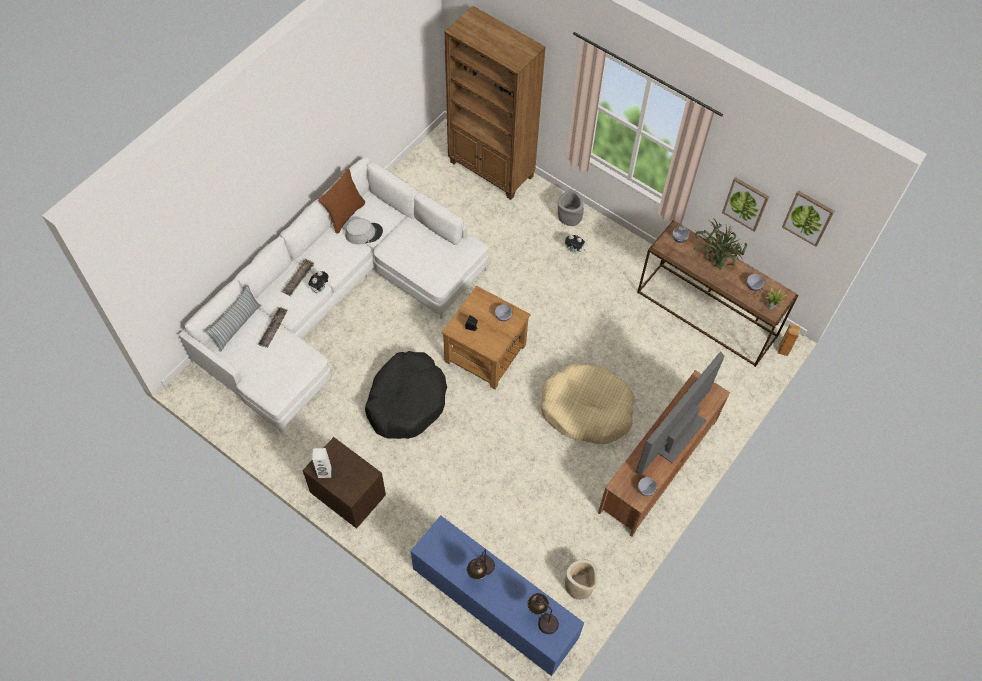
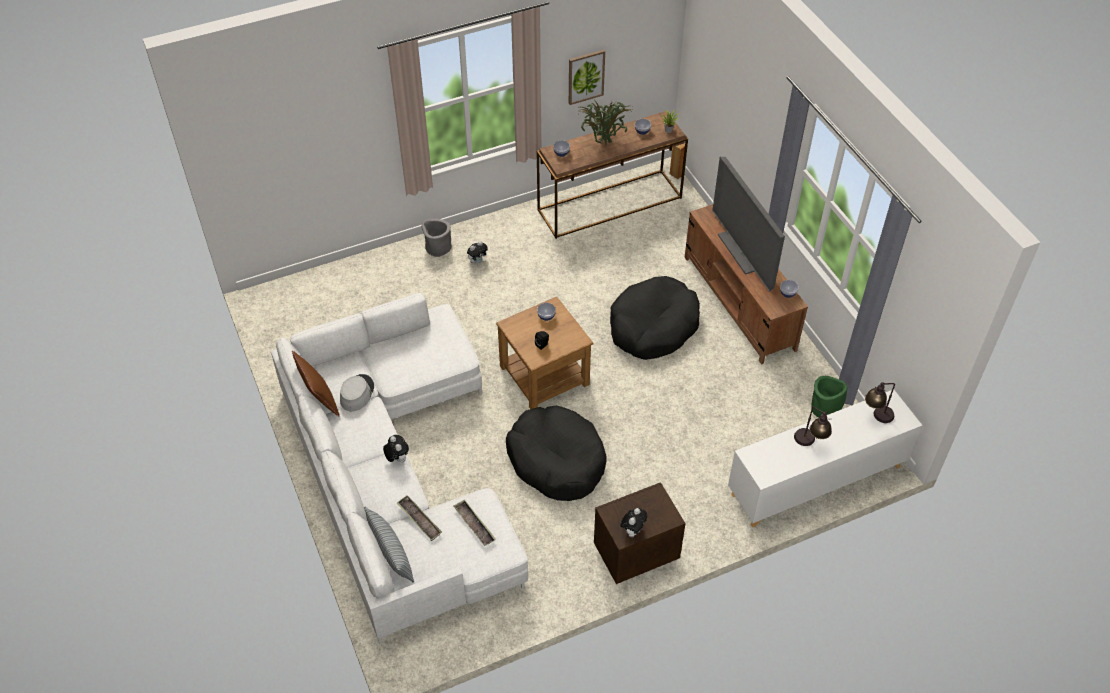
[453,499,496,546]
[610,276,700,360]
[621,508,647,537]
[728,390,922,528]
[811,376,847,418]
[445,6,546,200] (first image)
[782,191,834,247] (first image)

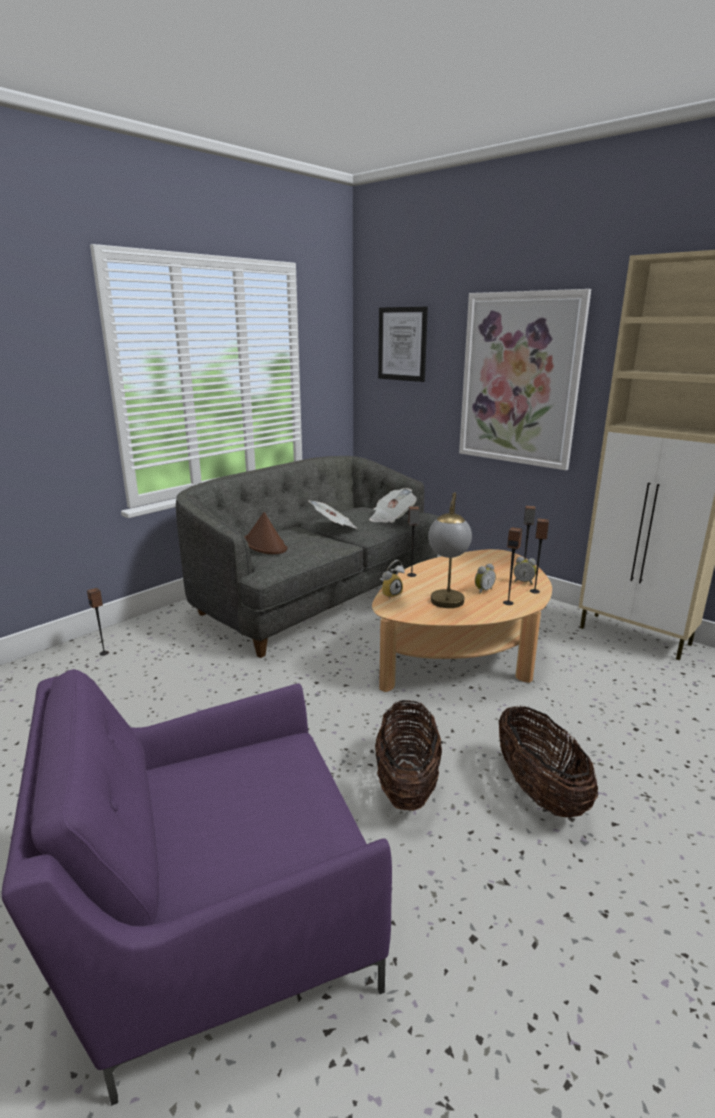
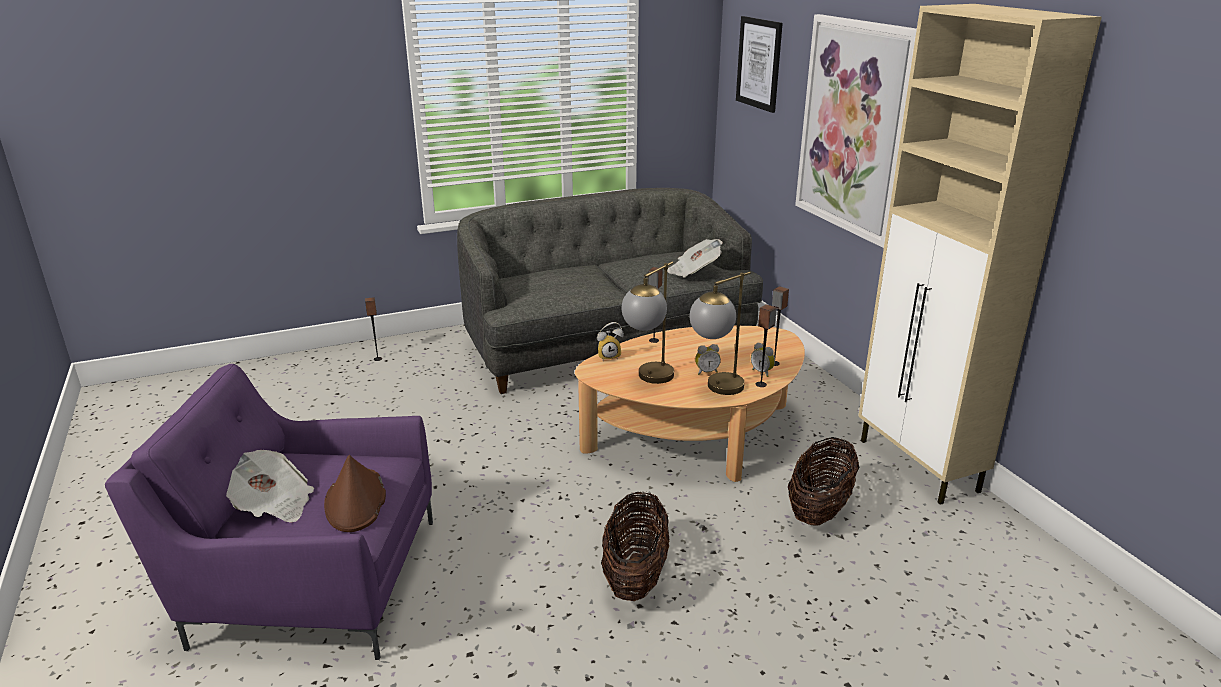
[226,450,314,523]
[324,455,386,532]
[690,272,751,395]
[788,437,859,526]

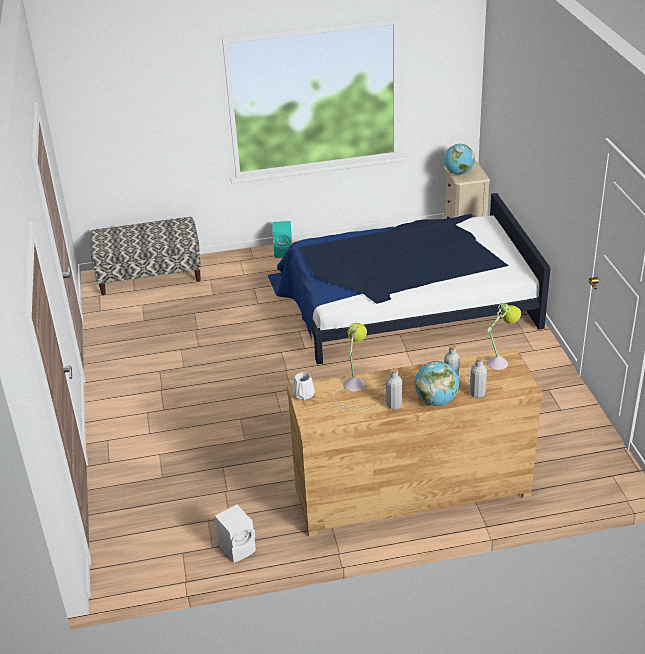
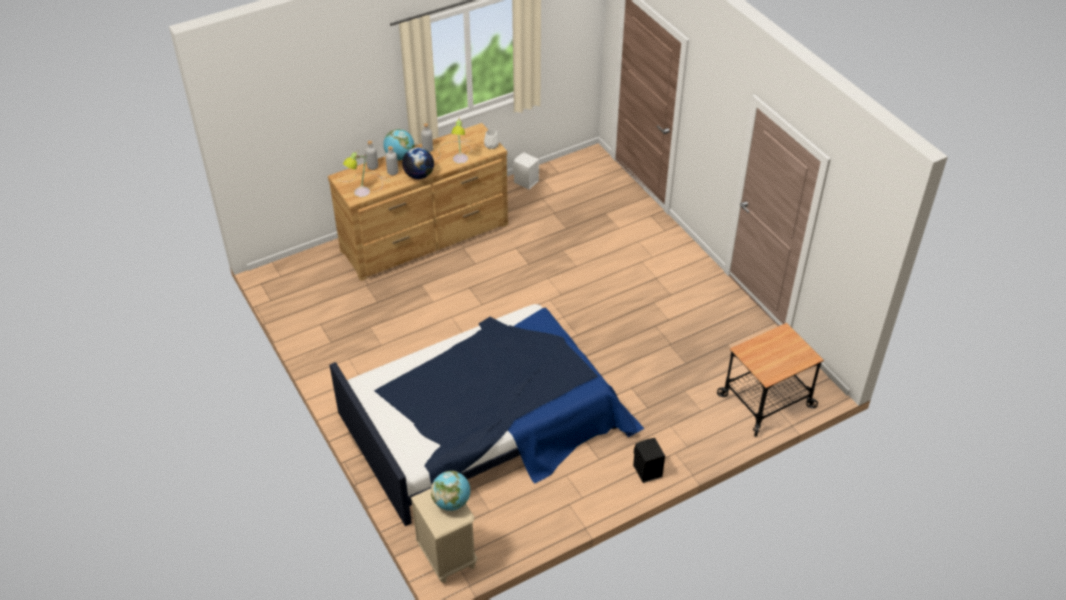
[402,147,434,179]
[633,438,665,483]
[717,323,824,437]

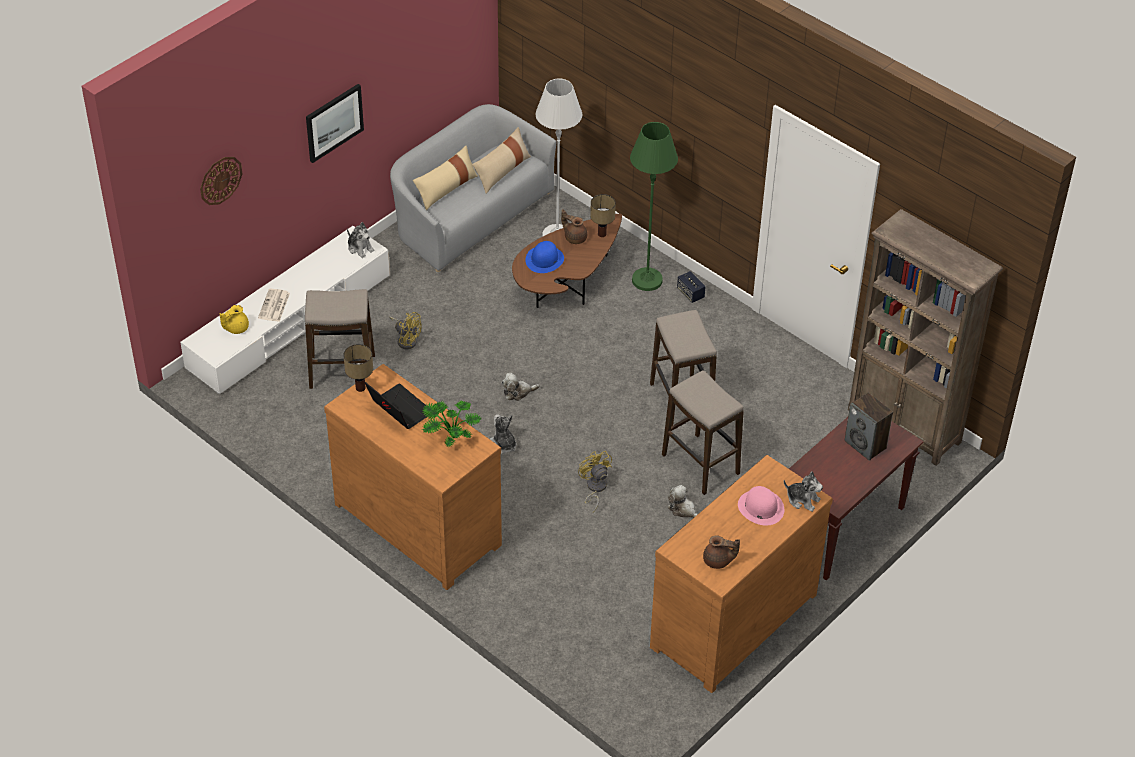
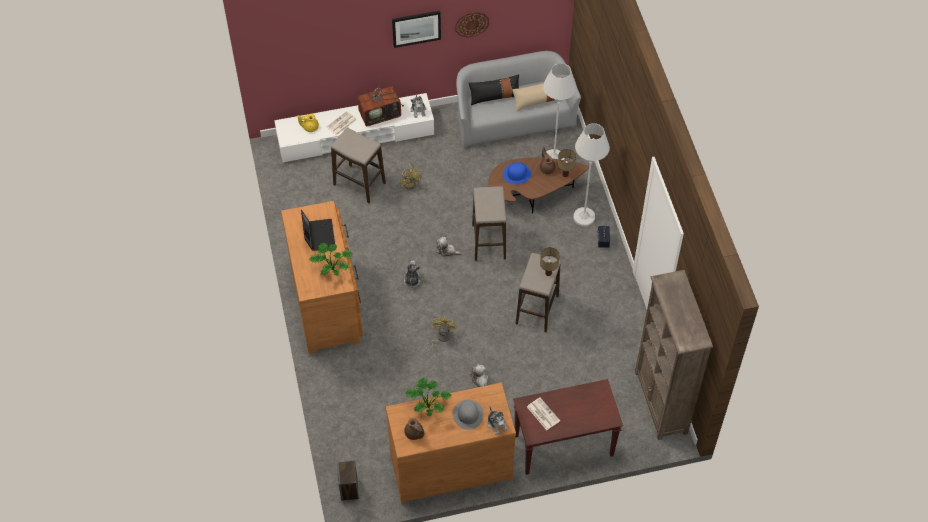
[337,461,359,501]
[358,77,404,126]
[405,377,452,416]
[453,400,484,430]
[455,12,489,38]
[469,74,519,105]
[472,186,506,261]
[527,397,560,430]
[540,247,560,276]
[573,123,610,226]

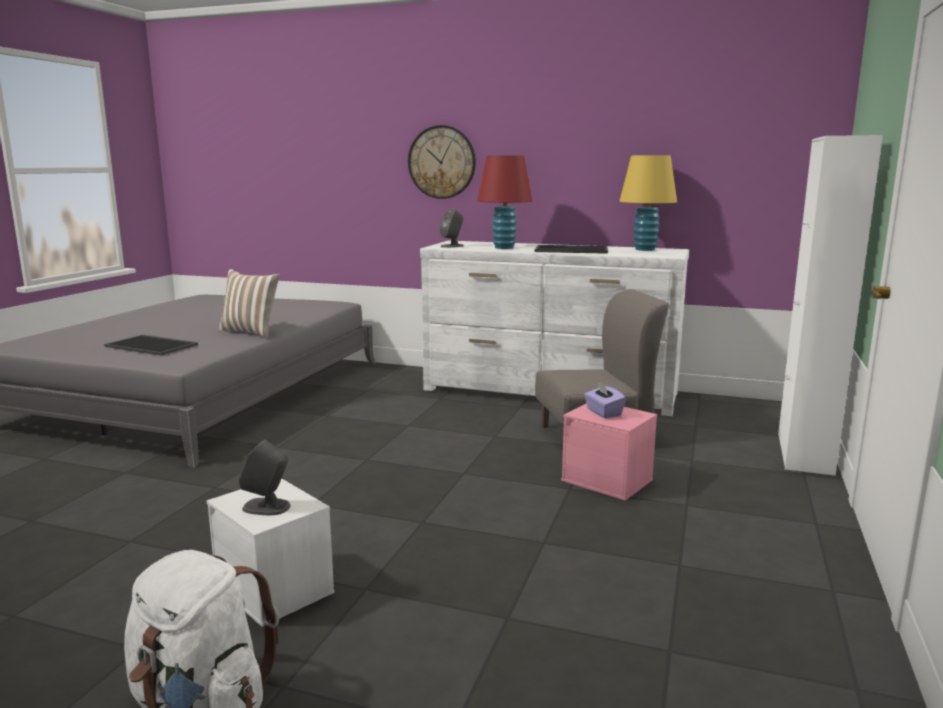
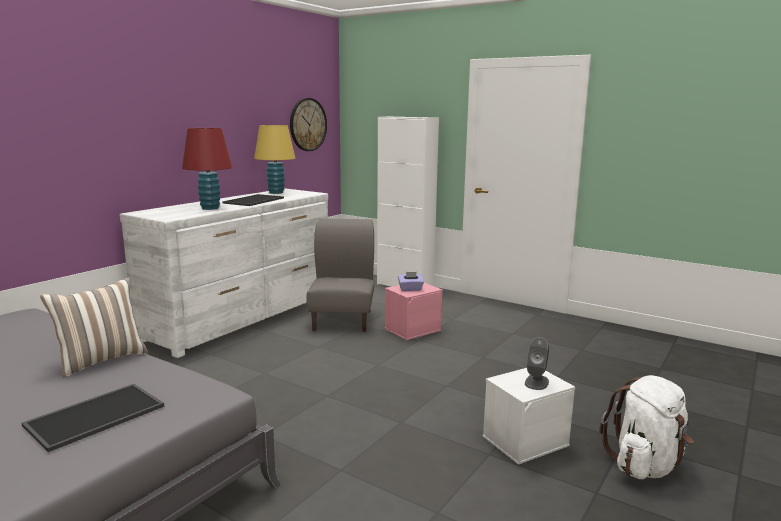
[290,98,327,151]
[439,208,464,248] (first image)

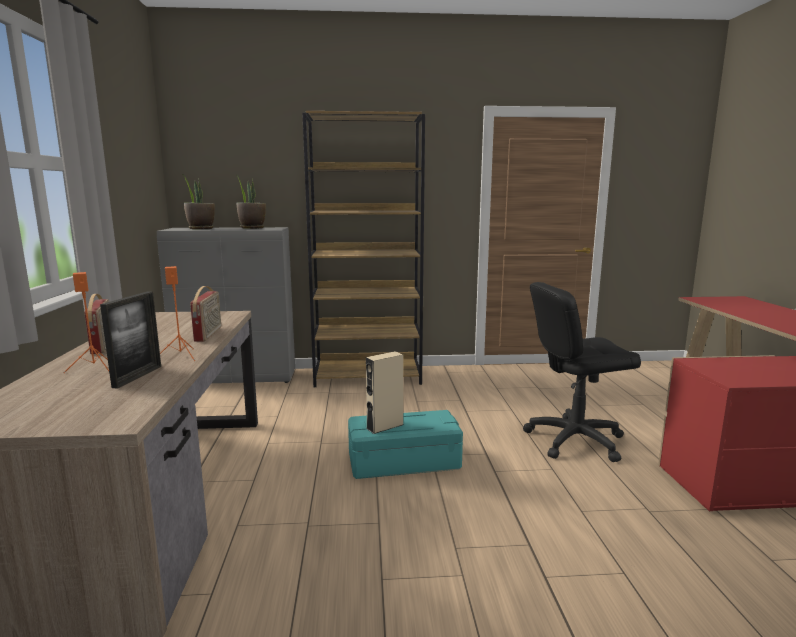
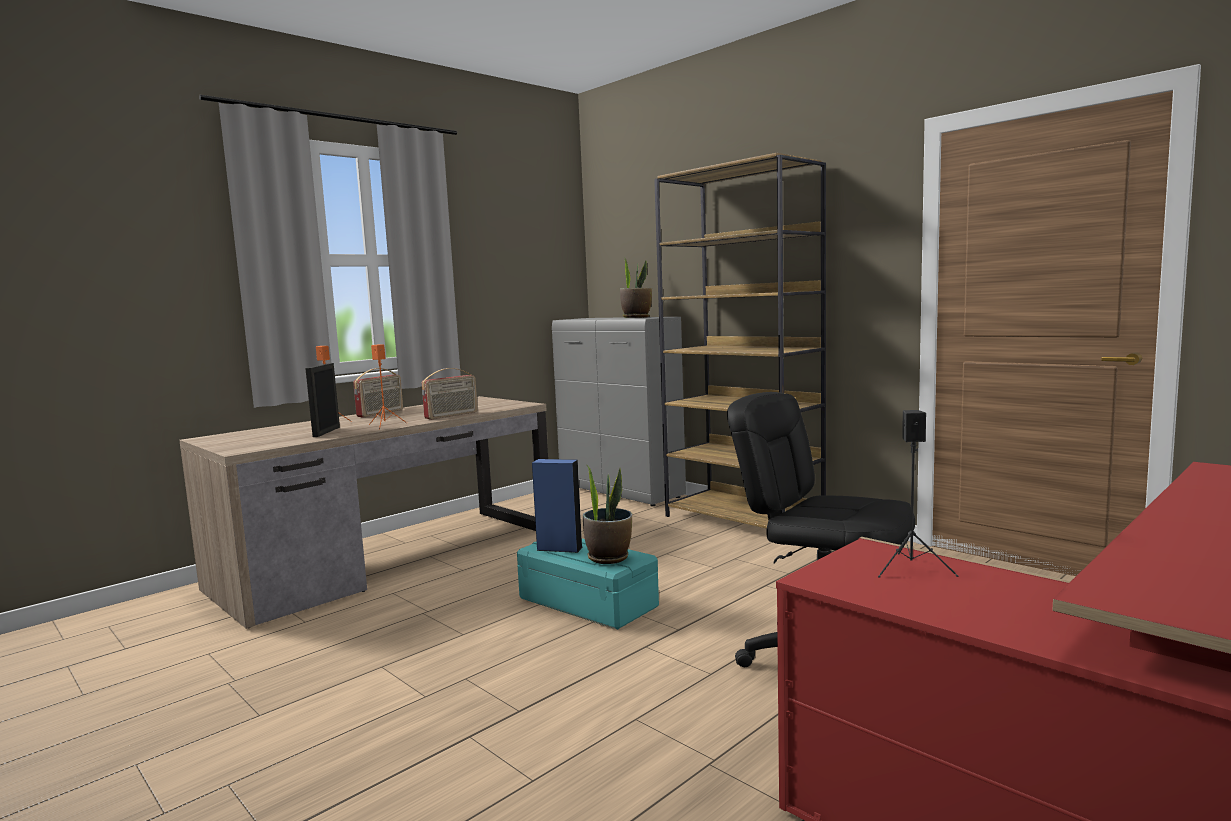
[305,363,340,437]
[532,459,583,553]
[583,464,632,564]
[878,410,958,578]

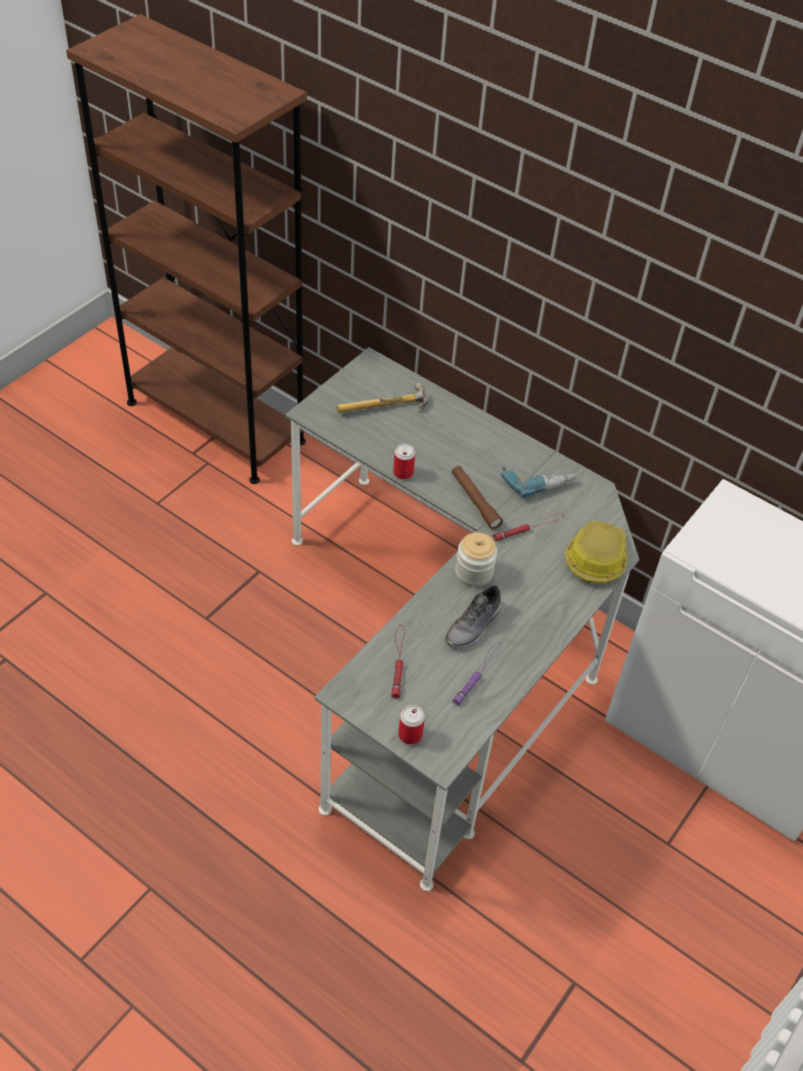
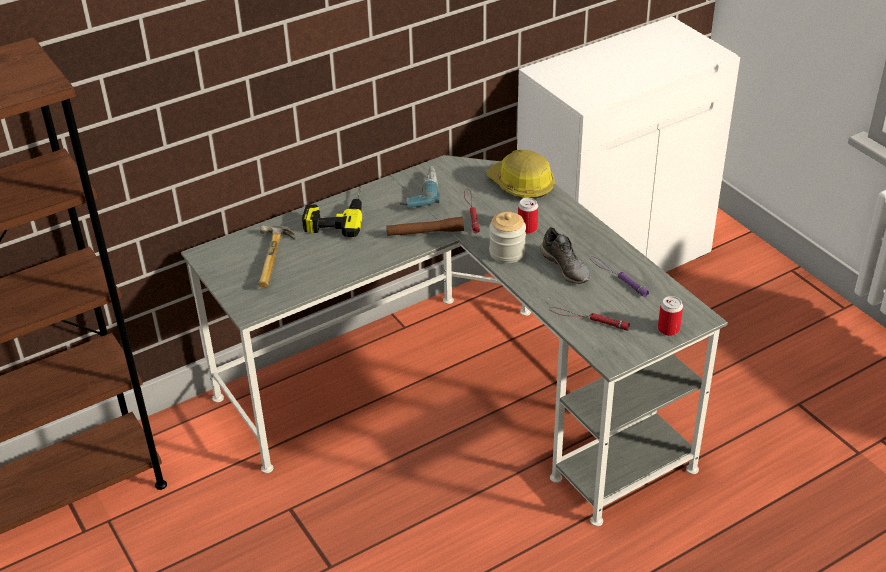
[302,186,362,237]
[518,198,538,234]

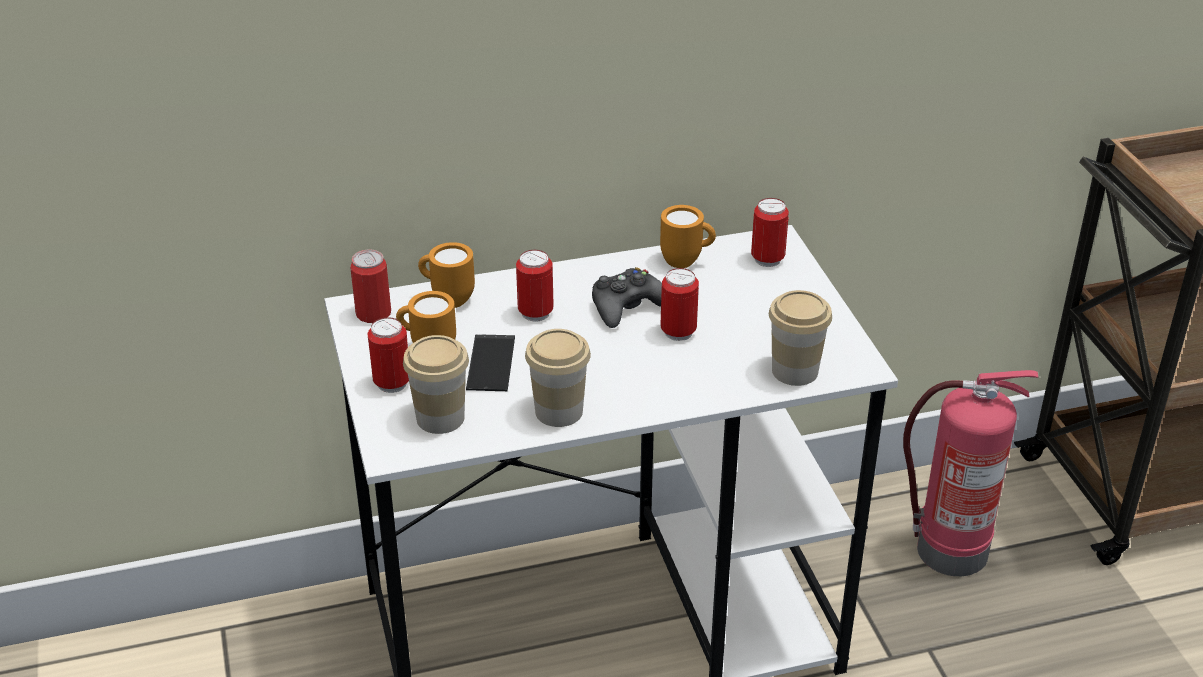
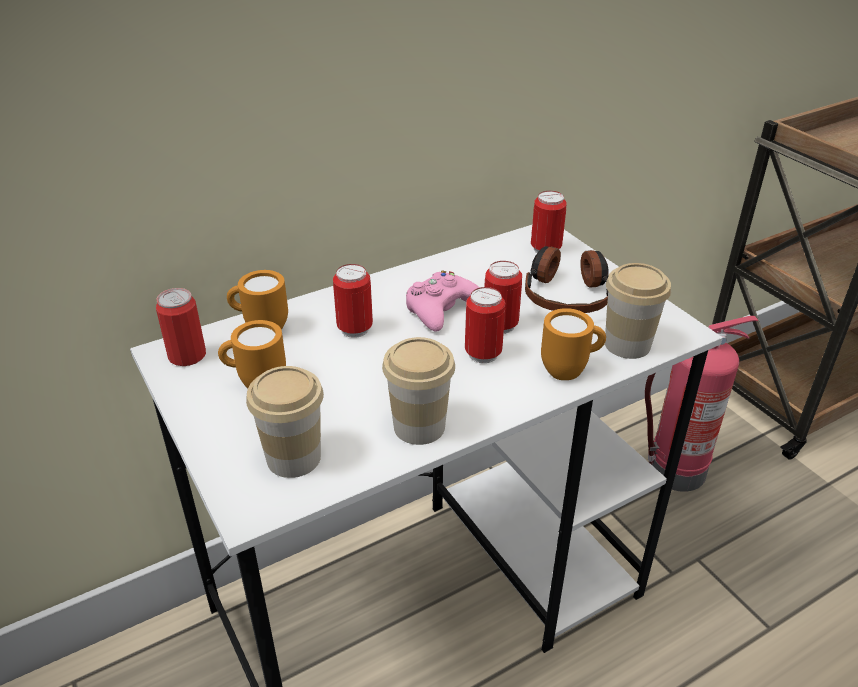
[406,270,480,332]
[465,287,505,363]
[525,246,609,313]
[541,308,606,380]
[466,334,515,391] (first image)

